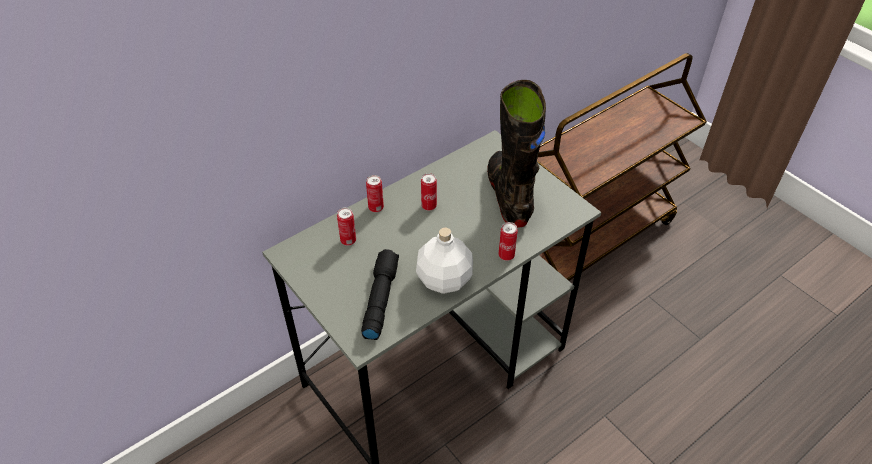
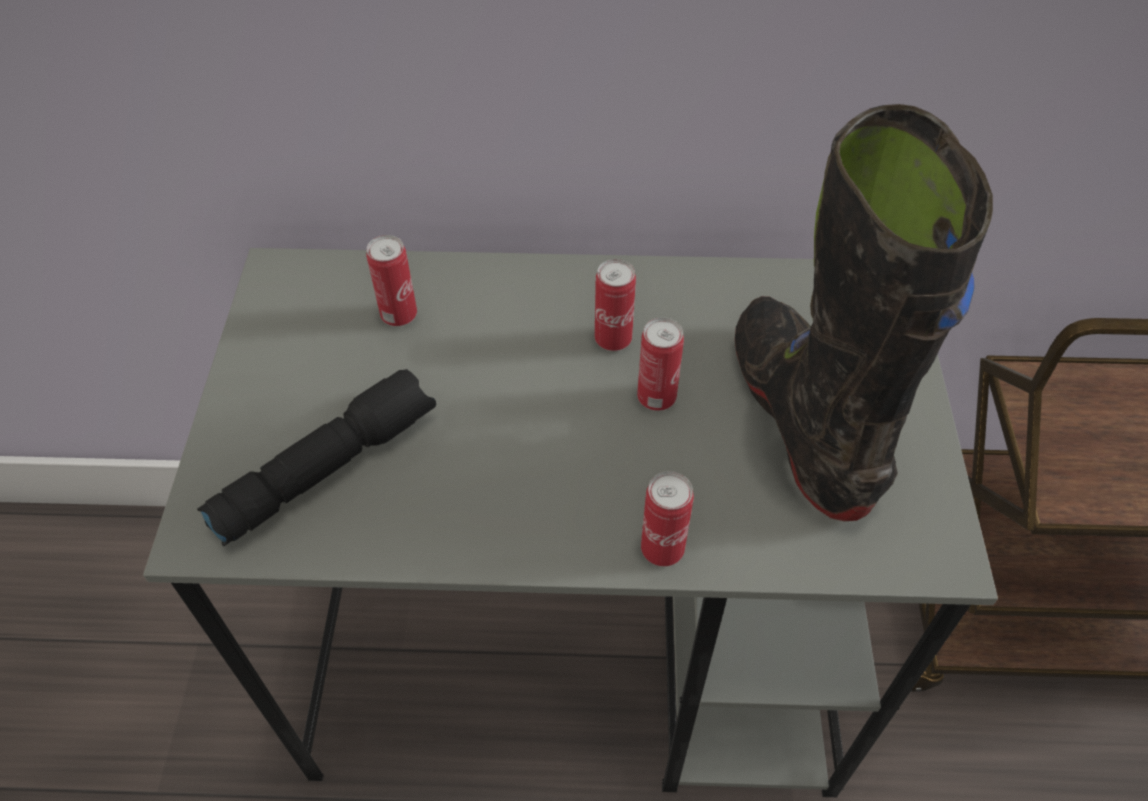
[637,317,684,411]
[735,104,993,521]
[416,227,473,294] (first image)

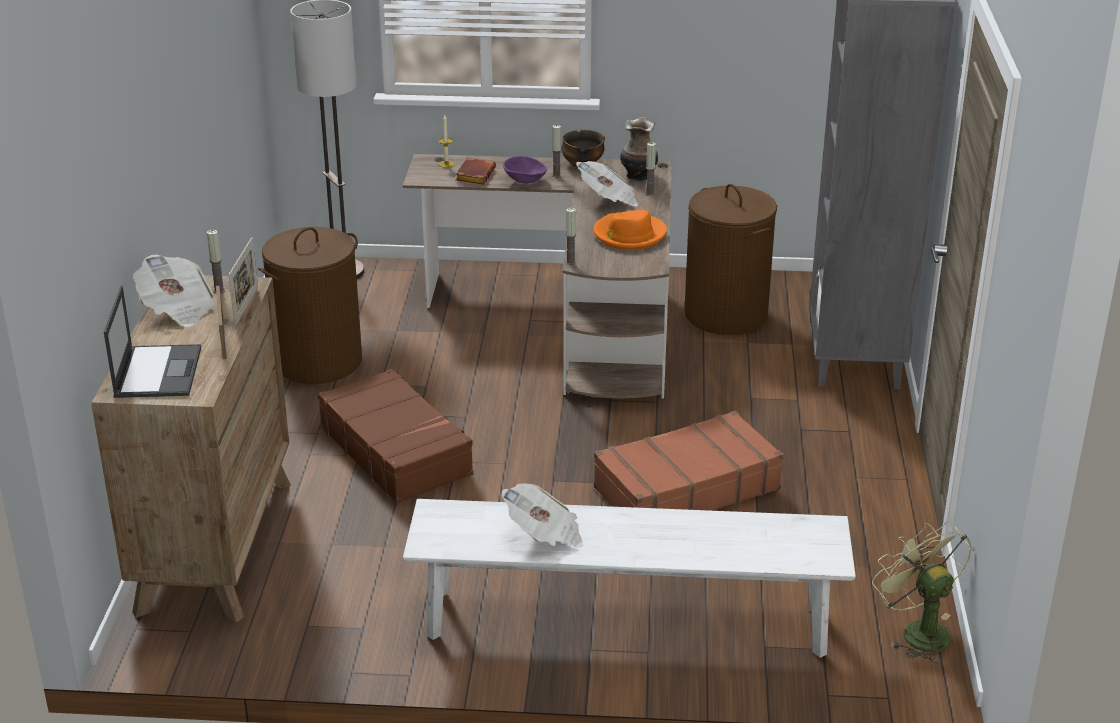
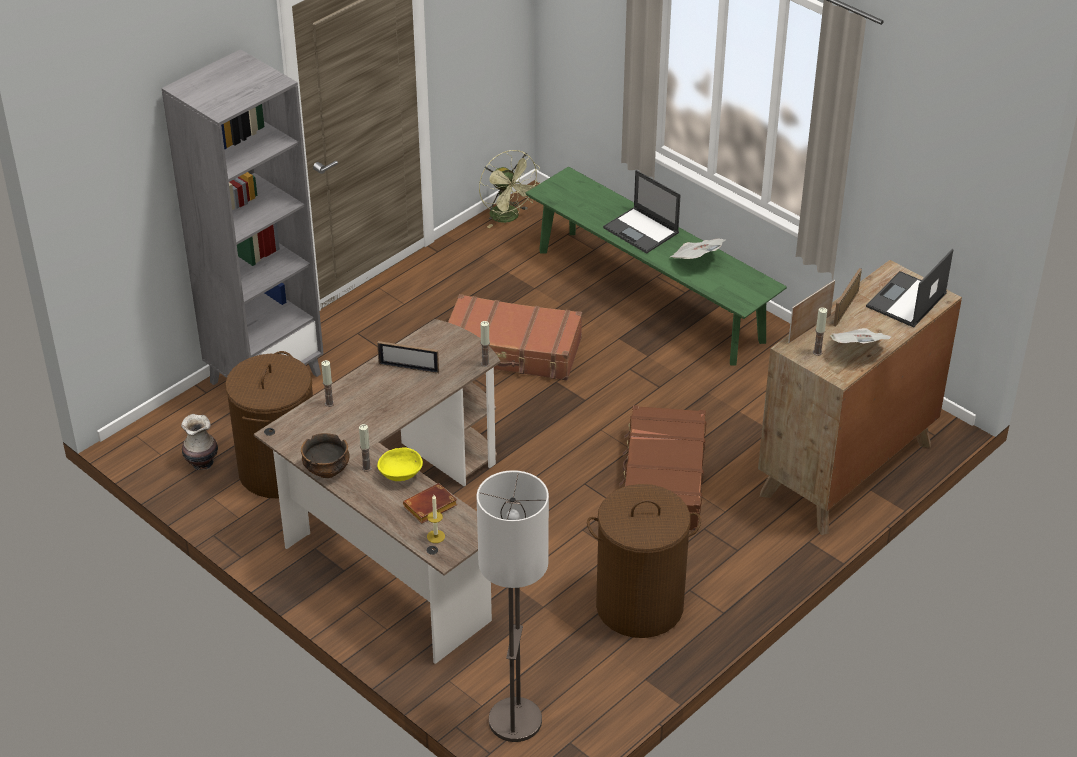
[181,414,218,470]
[377,341,439,374]
[377,448,423,481]
[479,150,540,228]
[526,167,787,366]
[603,170,681,254]
[576,161,638,206] (first image)

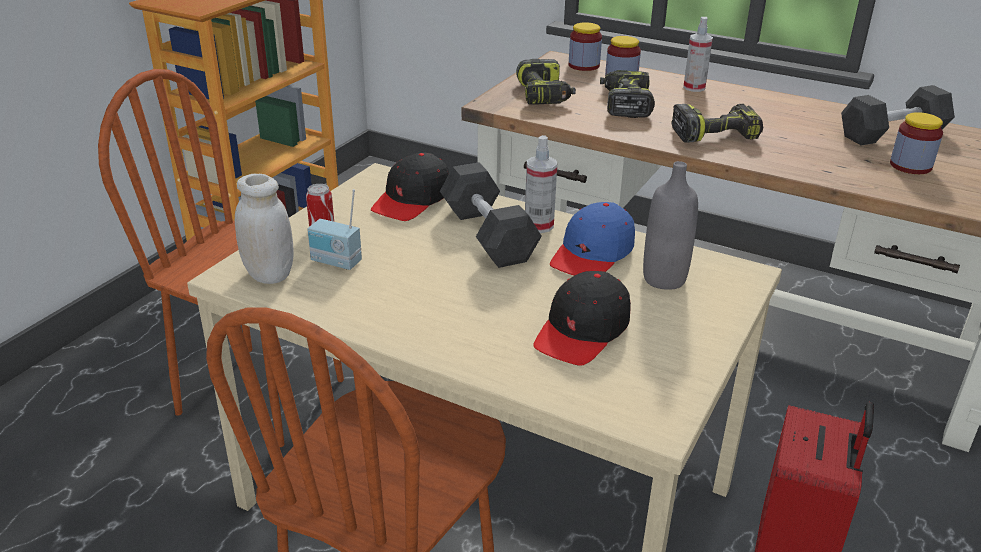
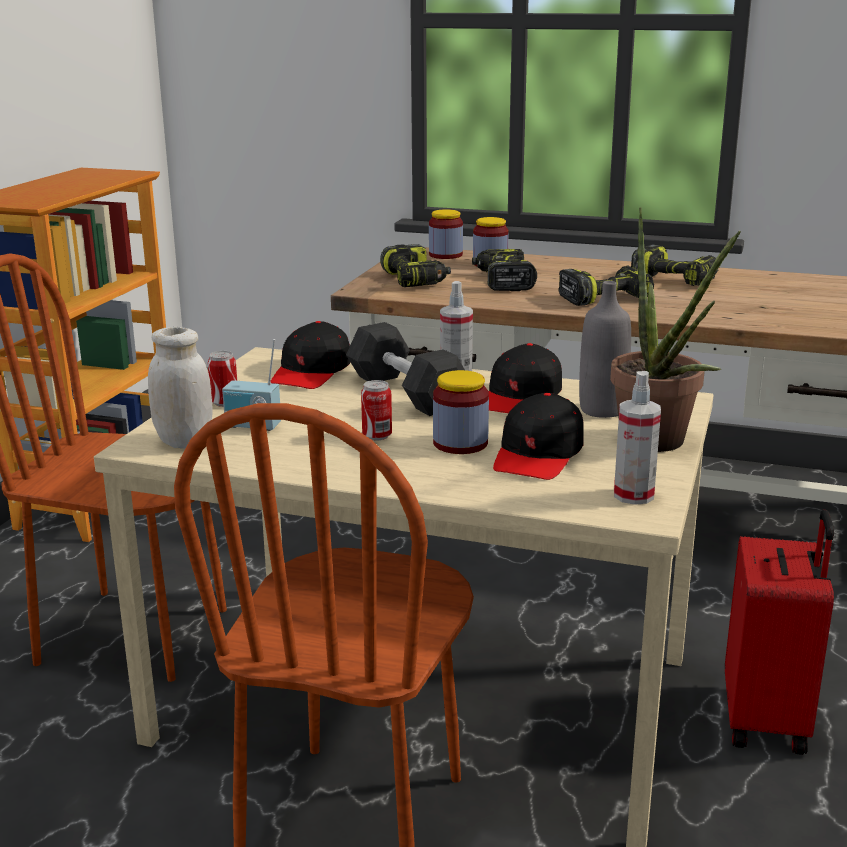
[361,380,392,441]
[433,370,489,454]
[489,343,562,413]
[610,207,741,452]
[614,371,661,505]
[631,244,719,286]
[841,85,955,146] (first image)

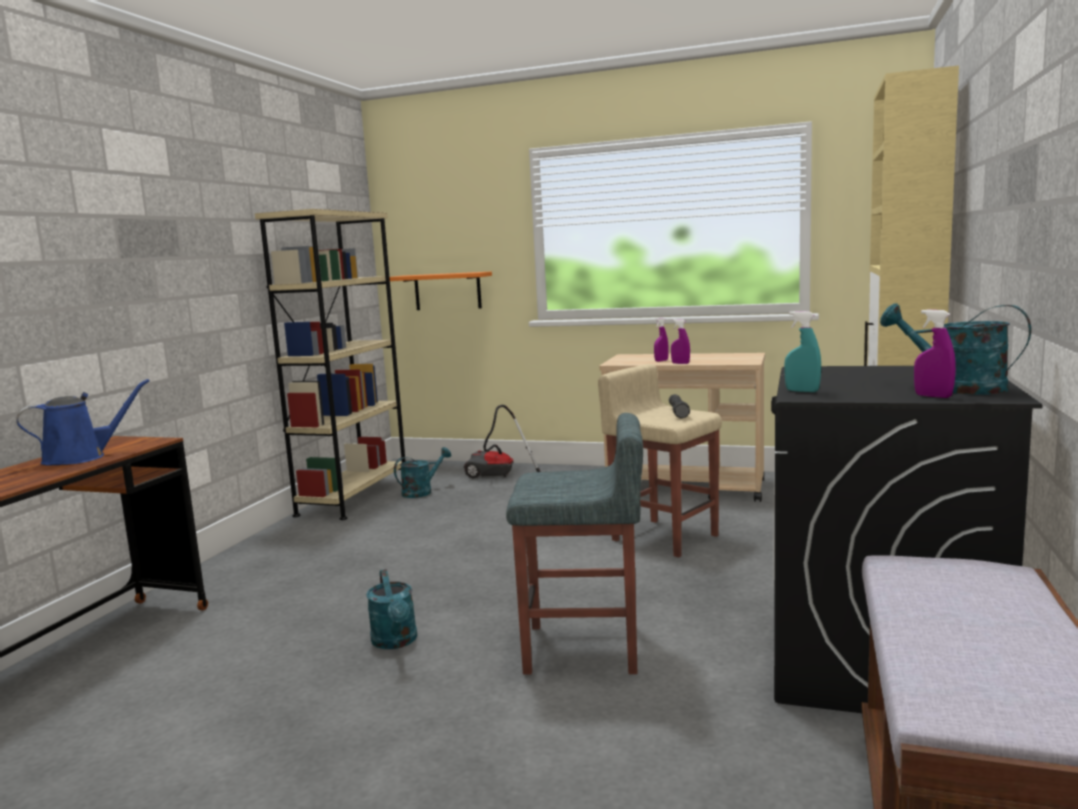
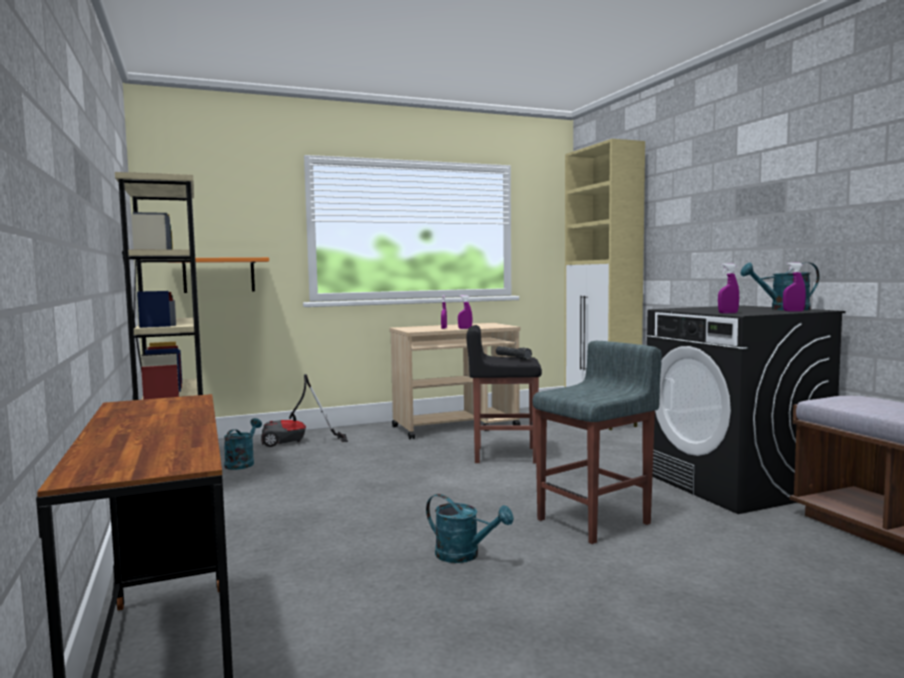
[466,325,542,463]
[718,263,739,313]
[16,379,150,466] (first image)

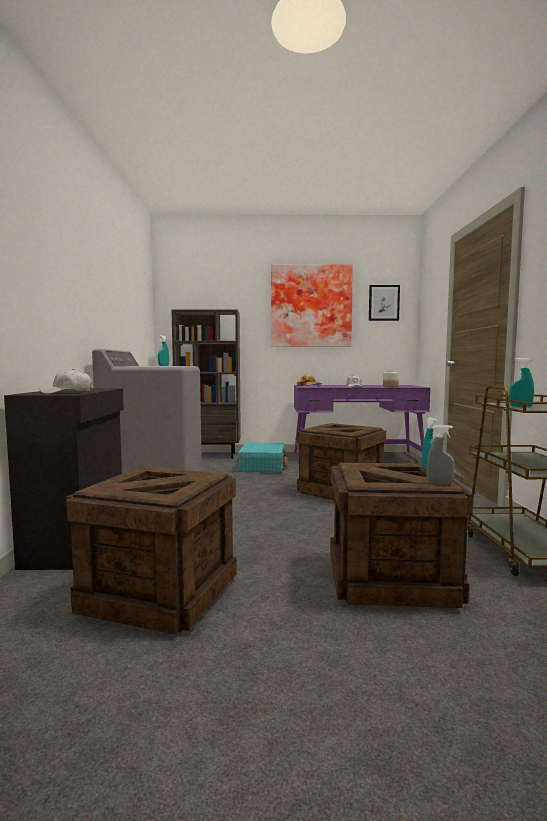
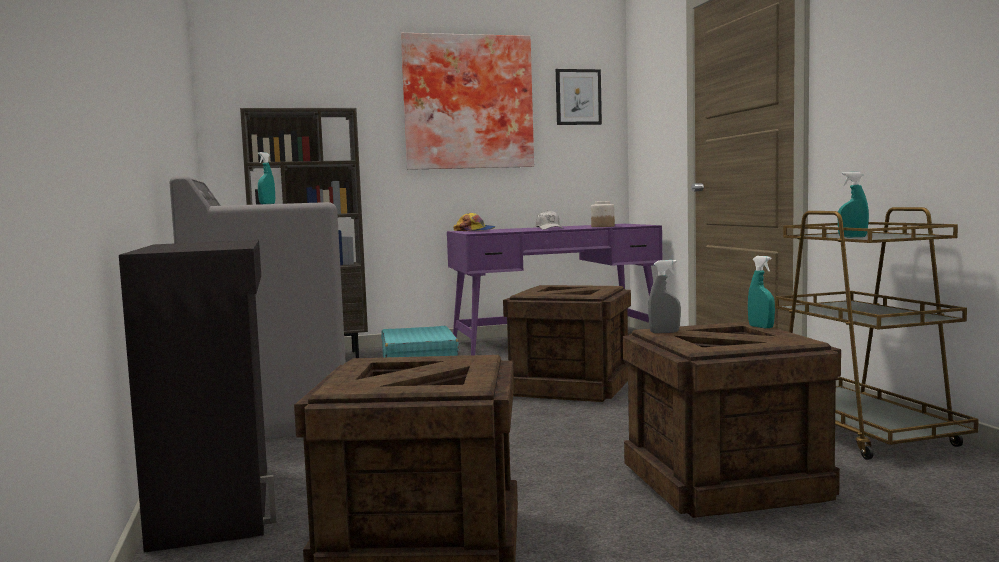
[648,260,681,333]
[39,369,92,394] (first image)

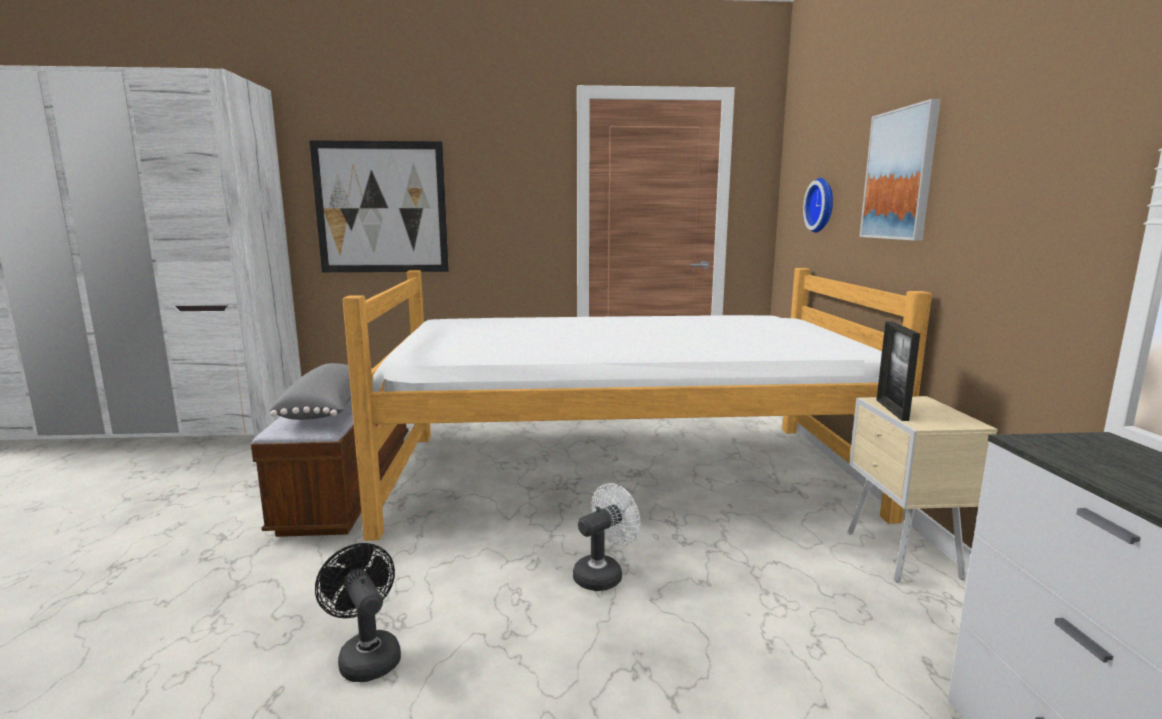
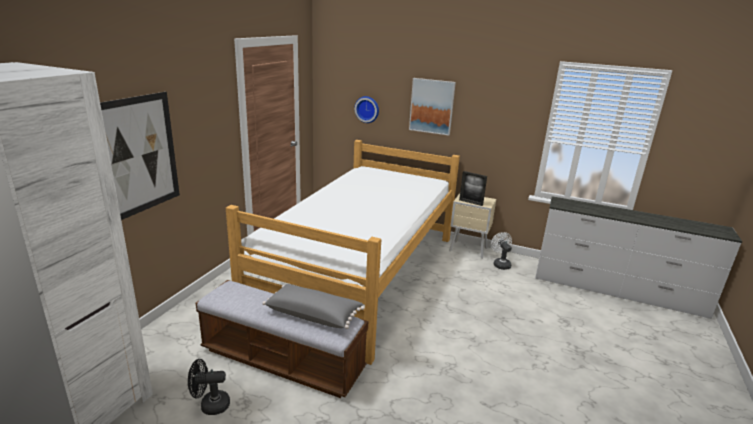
[188,359,230,415]
[491,232,512,270]

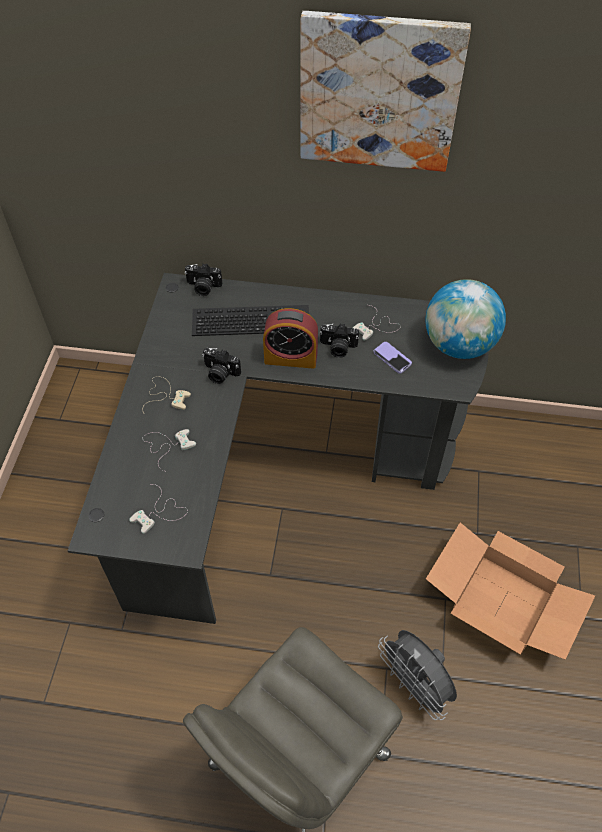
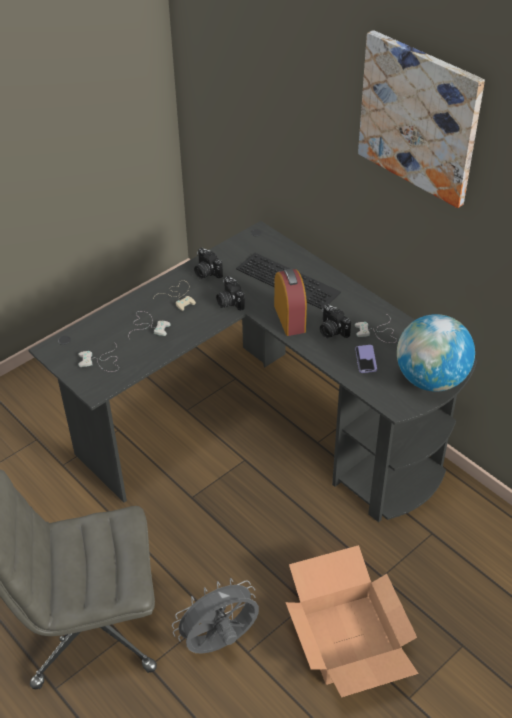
[172,578,259,654]
[194,248,223,279]
[274,269,307,336]

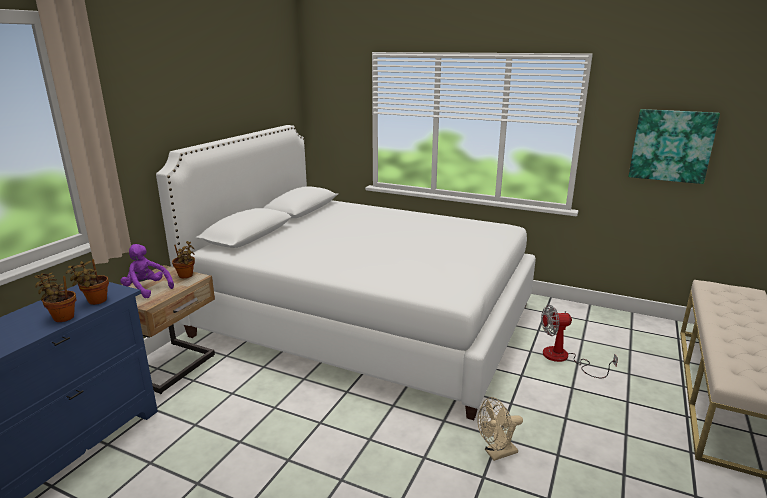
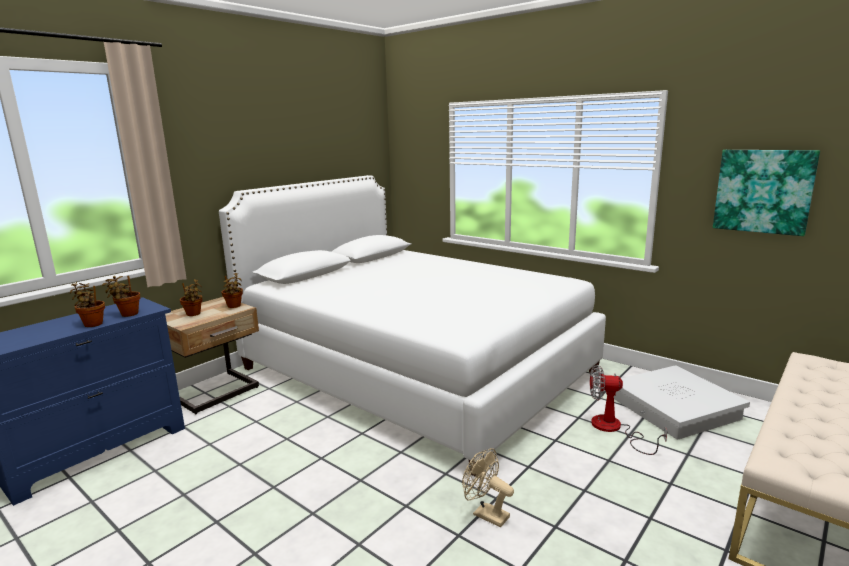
[180,279,203,316]
[462,448,514,528]
[614,365,750,440]

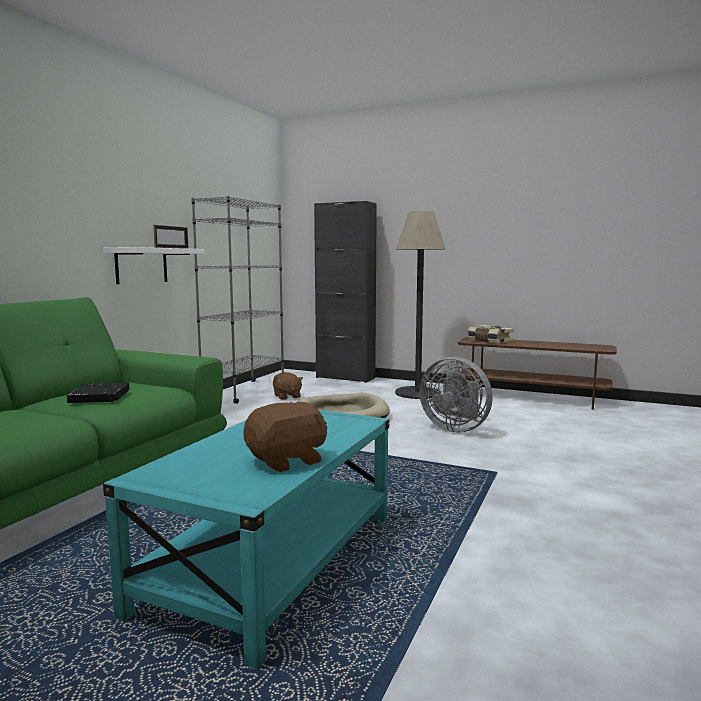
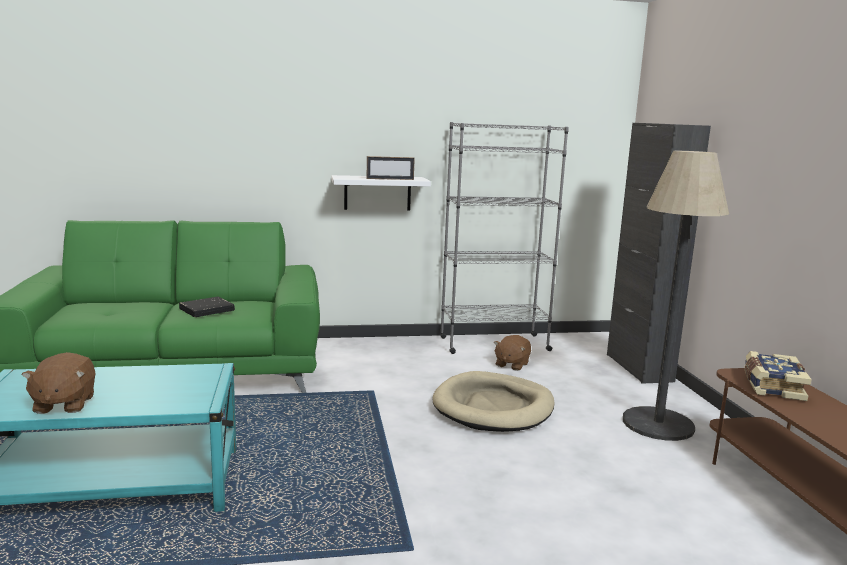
[22,352,95,414]
[419,357,493,433] (first image)

